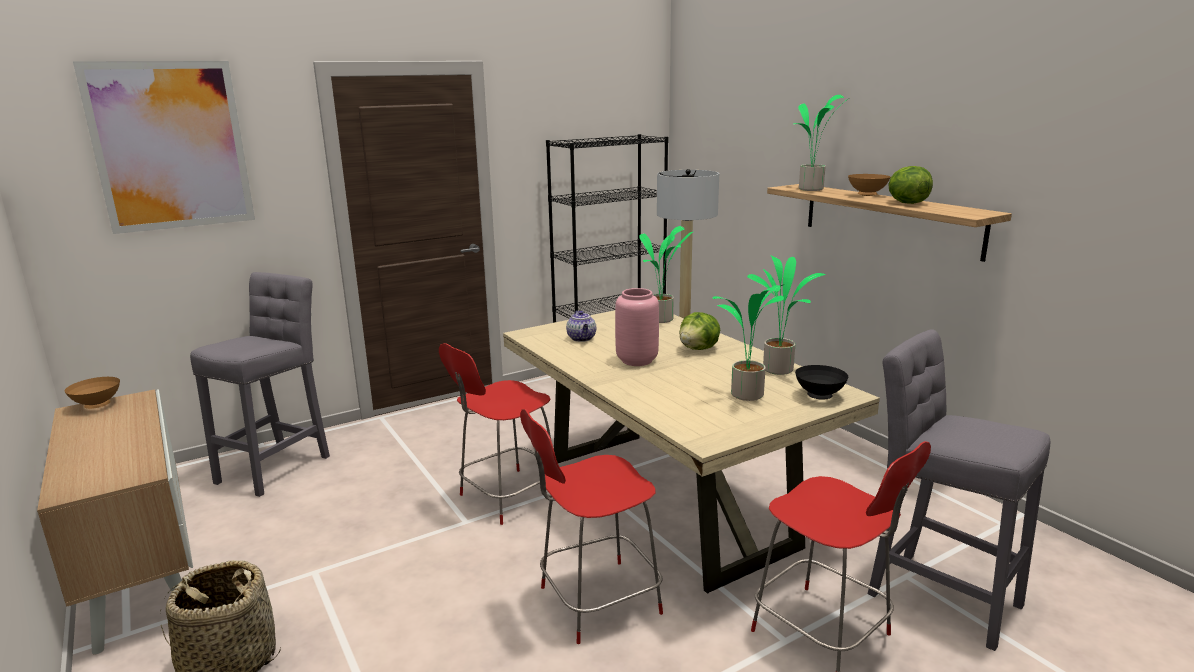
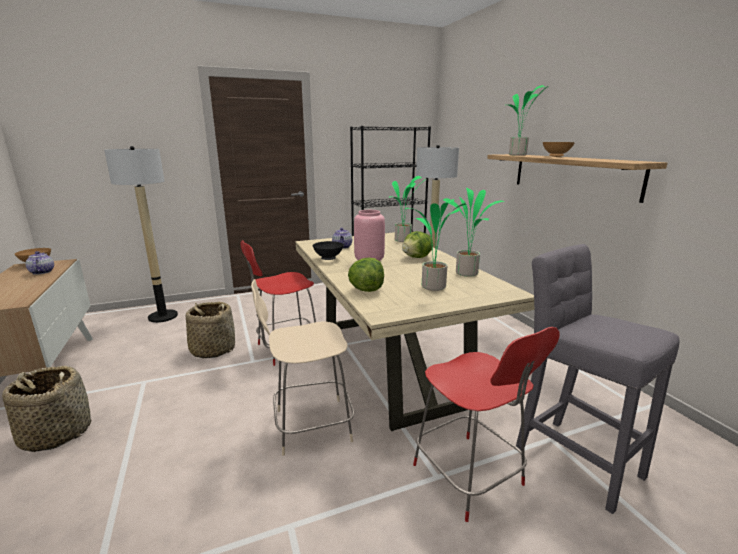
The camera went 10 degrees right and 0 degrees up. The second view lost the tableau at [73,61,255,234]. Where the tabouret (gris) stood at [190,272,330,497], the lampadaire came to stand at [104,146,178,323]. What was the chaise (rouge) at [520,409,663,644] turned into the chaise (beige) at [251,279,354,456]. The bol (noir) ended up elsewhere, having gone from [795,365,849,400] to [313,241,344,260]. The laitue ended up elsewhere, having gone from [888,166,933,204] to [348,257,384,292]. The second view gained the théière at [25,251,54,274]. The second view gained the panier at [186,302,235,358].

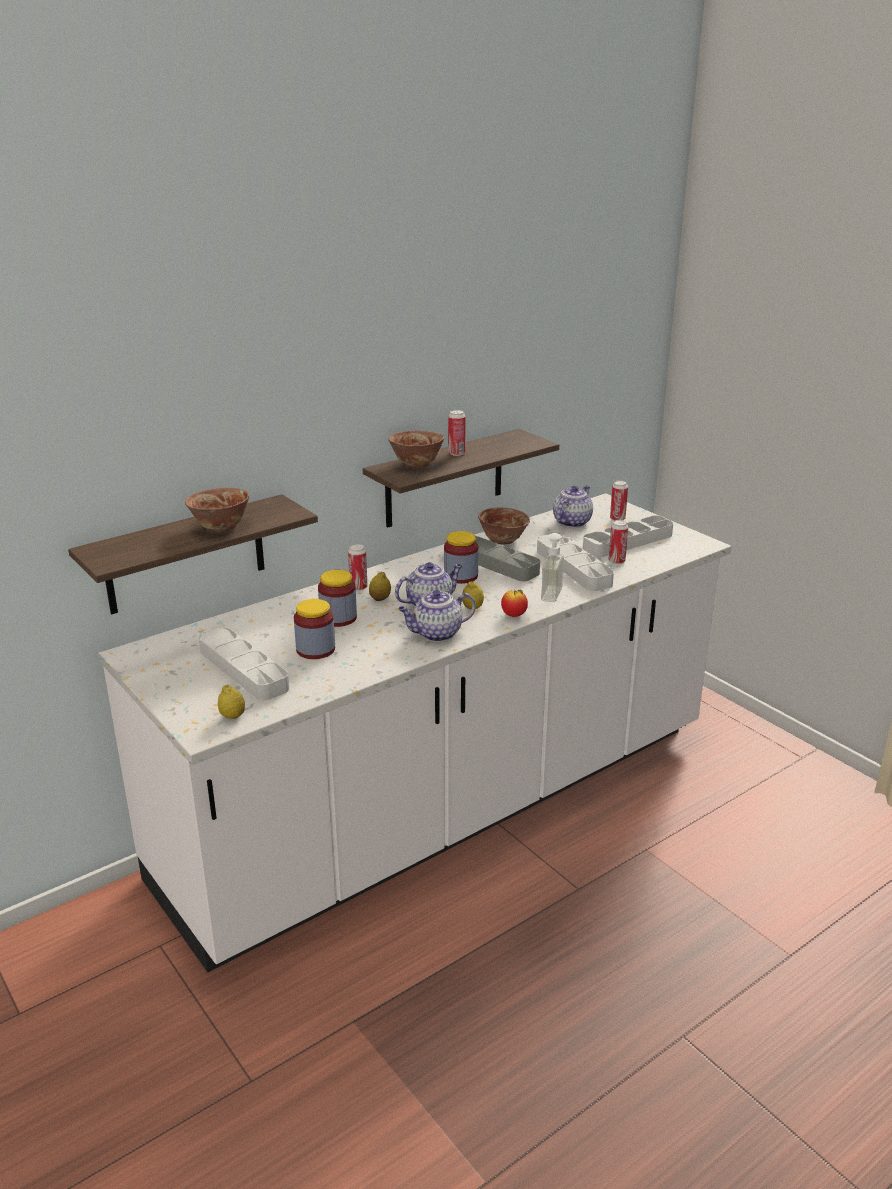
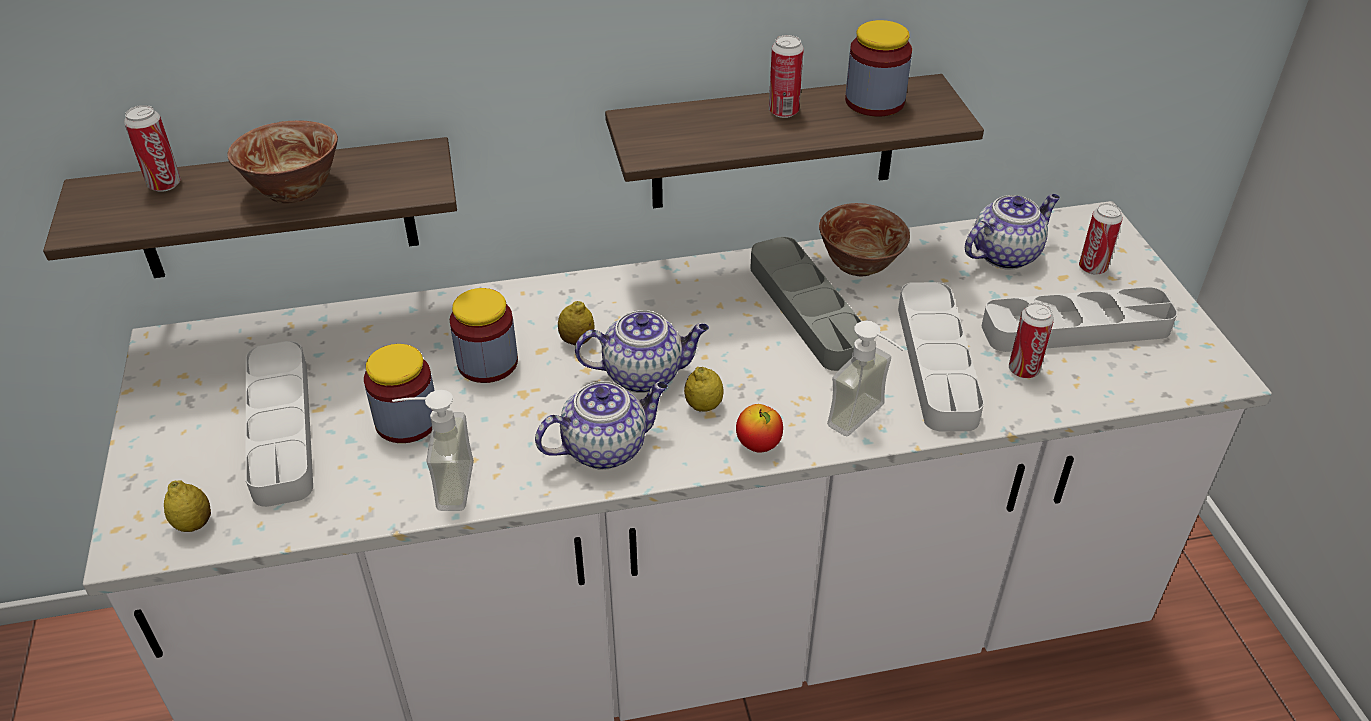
The camera went 25 degrees right and 15 degrees up. The boîte métallique ended up elsewhere, having gone from [348,544,367,591] to [124,105,181,192]. The second view lost the bol at [388,431,444,468]. The théière at [398,590,476,642] ended up facing another way, 150 degrees clockwise from before. The bocal ended up elsewhere, having gone from [444,531,479,584] to [845,20,912,117]. The second view gained the distributeur de savon at [392,390,474,511].

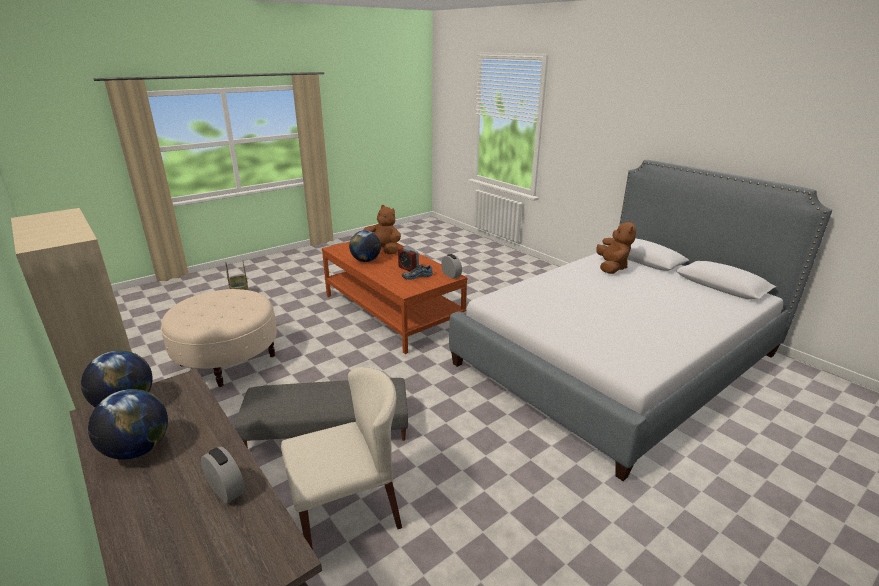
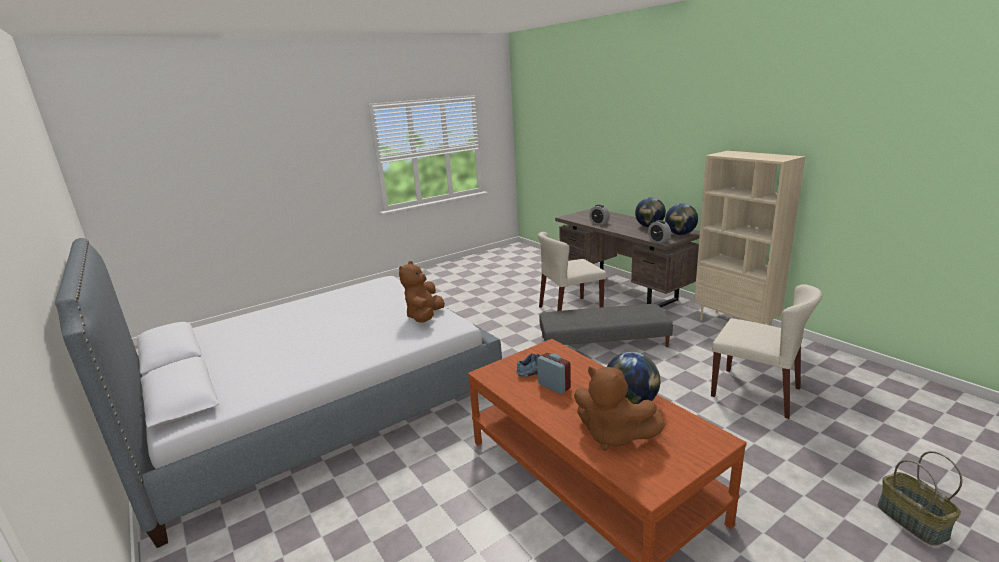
The camera went 175 degrees left and 5 degrees down. Where the pouf (beige) stood at [161,289,277,387], the chaise (beige) came to stand at [711,284,822,419]. The réveil ended up elsewhere, having gone from [441,254,462,279] to [648,220,671,243]. The peluche (marron) ended up elsewhere, having gone from [596,220,636,274] to [399,261,445,323].

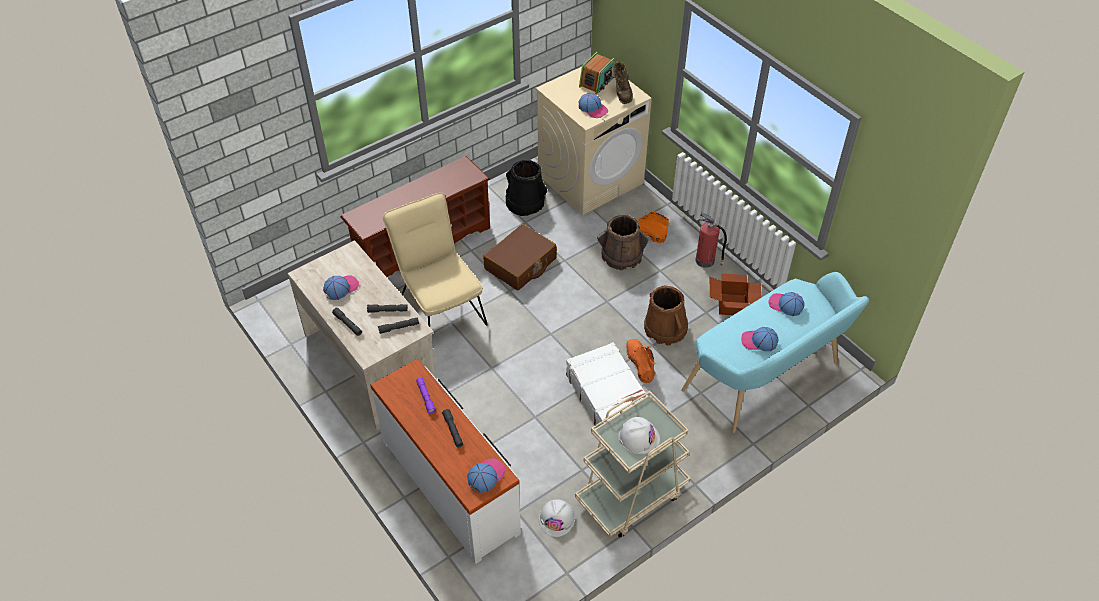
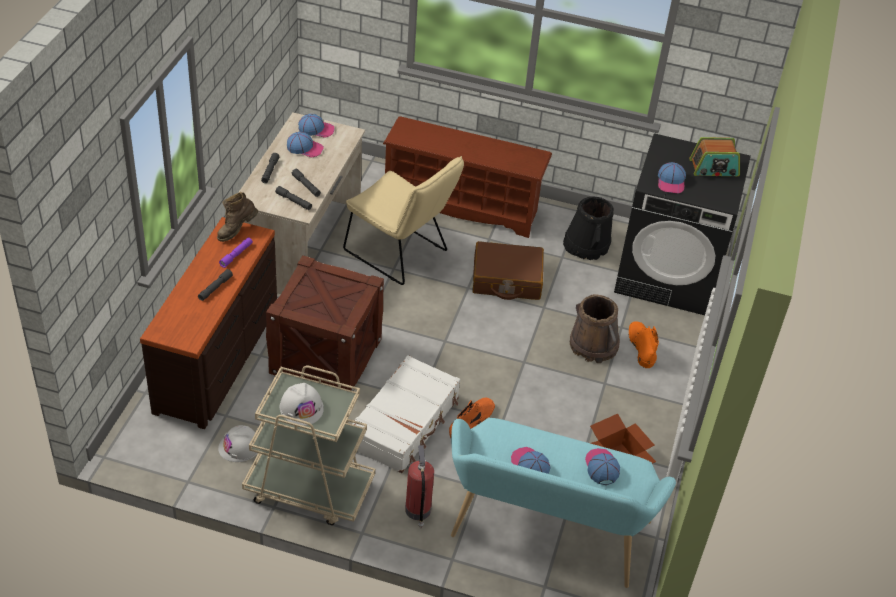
The camera went 50 degrees right and 5 degrees down. What was the commode (blanc) at [370,359,521,564] turned into the commode (marron) at [140,217,277,429]. The chaise (beige) at [383,193,488,327] ended up facing another way, 105 degrees clockwise from before. The casquette ended up elsewhere, having gone from [467,458,505,493] to [298,114,334,137]. What was the lave-linge (beige) at [536,67,652,216] turned into the lave-linge (noir) at [614,133,751,315]. The botte (marron) ended up elsewhere, having gone from [611,61,633,104] to [217,192,258,242]. The second view lost the seau (marron) at [644,285,688,346]. The extincteur ended up elsewhere, having gone from [695,212,727,268] to [405,445,434,528]. The second view gained the caisse at [266,255,384,391].

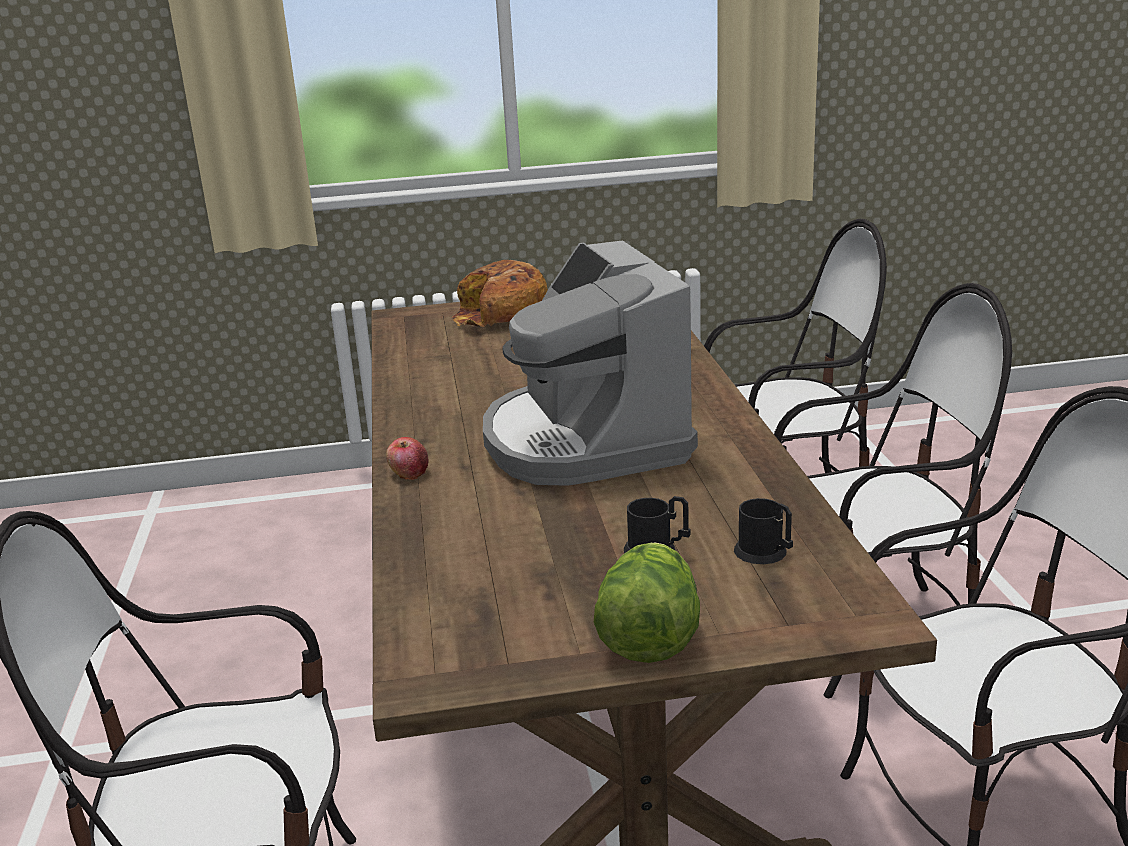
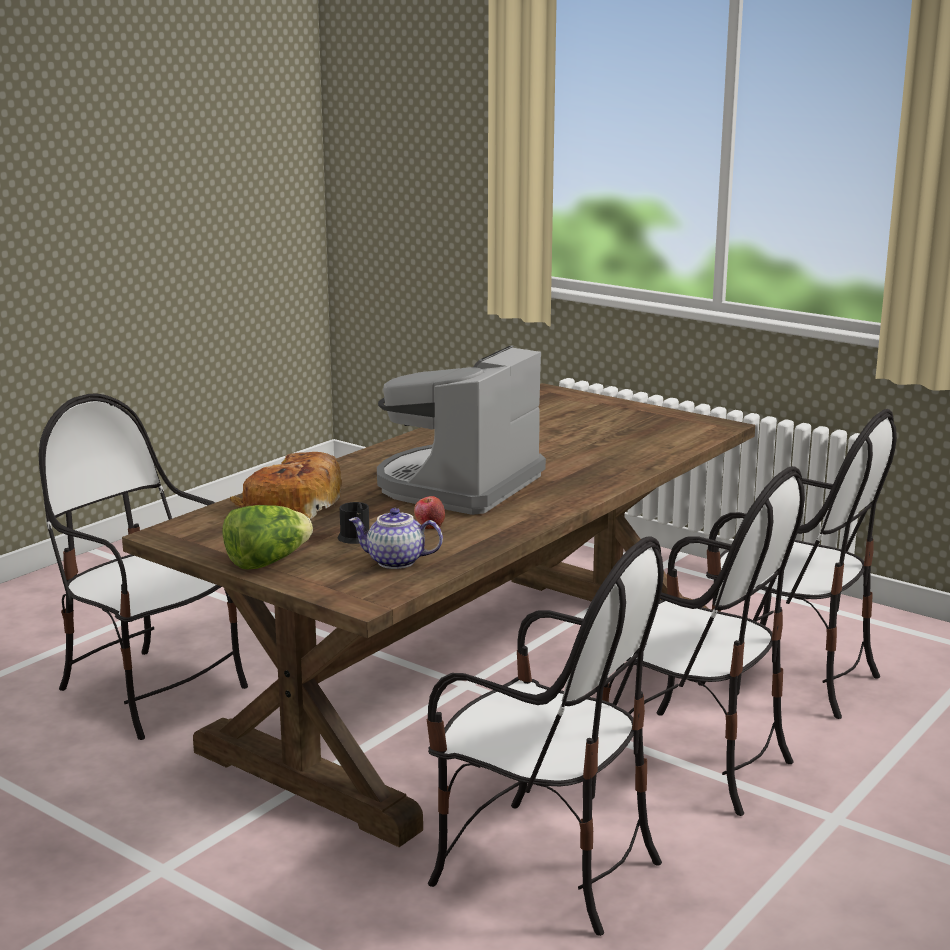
The camera went 45 degrees right and 5 degrees down. The pomme ended up elsewhere, having gone from [386,437,429,480] to [414,496,445,529]. The pain ended up elsewhere, having gone from [451,260,548,327] to [230,452,342,519]. Where the mug (noir) stood at [734,498,793,564], the théière came to stand at [349,508,443,569].

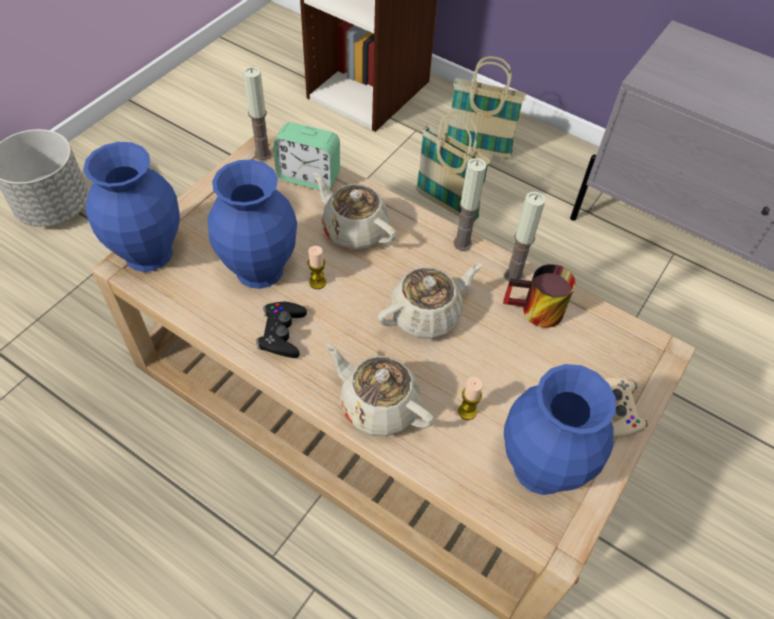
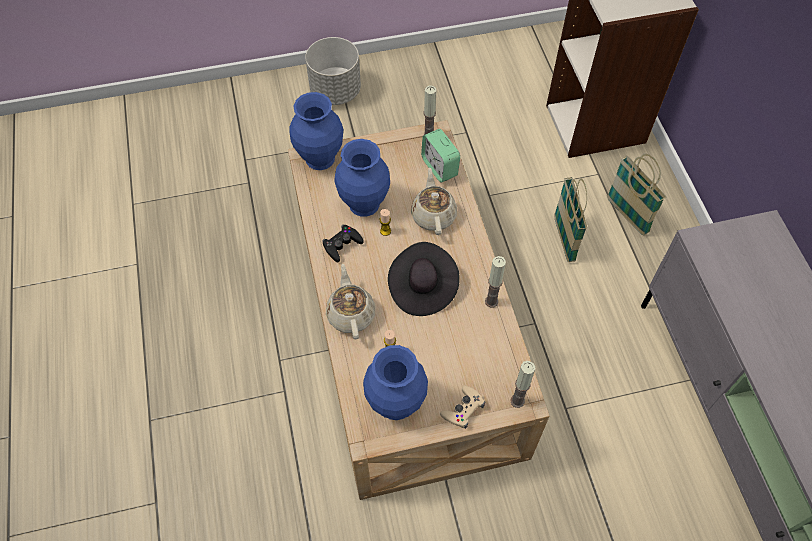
The camera went 45 degrees right and 5 degrees up. Where the théière (beige) stood at [378,263,482,339], the chapeau (noir) came to stand at [388,242,460,316]. The bougie ended up elsewhere, having gone from [454,158,486,251] to [510,361,535,408]. The second view lost the mug at [503,264,576,328].

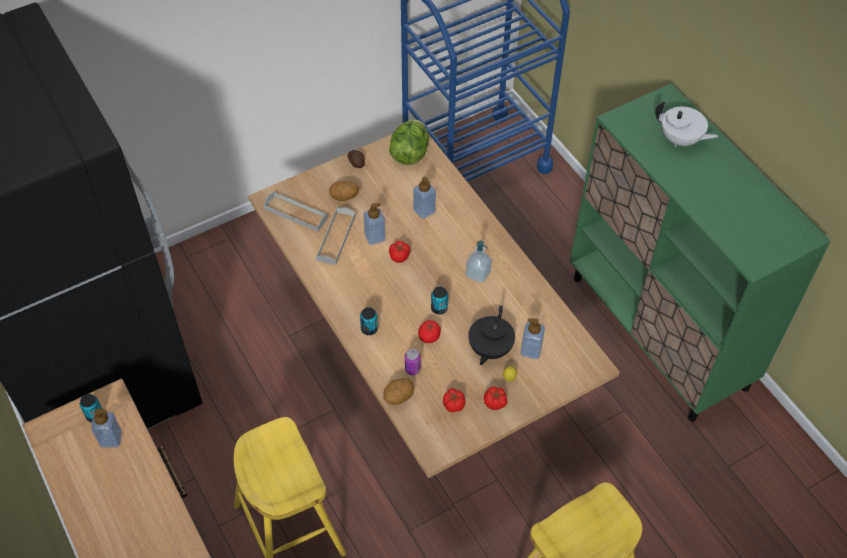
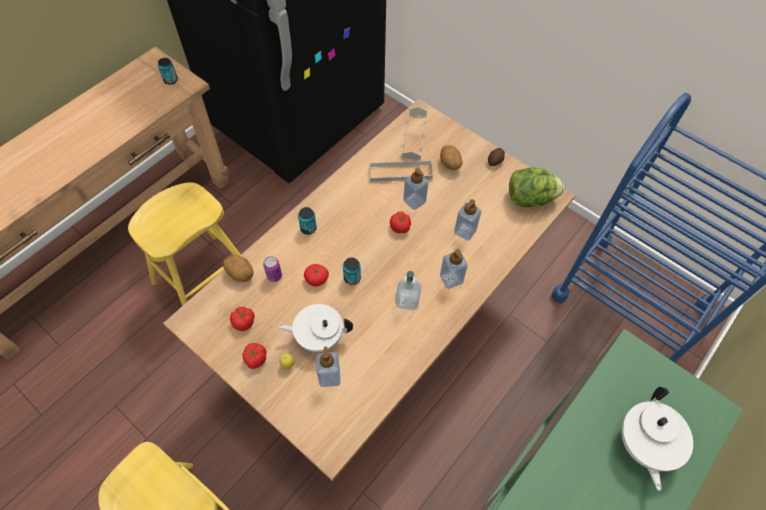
The camera went 70 degrees right and 5 degrees up. The distributeur de savon ended up elsewhere, having gone from [91,409,122,448] to [440,249,468,289]. What was the théière (noir) at [468,305,515,365] turned into the théière (blanc) at [278,304,353,352].

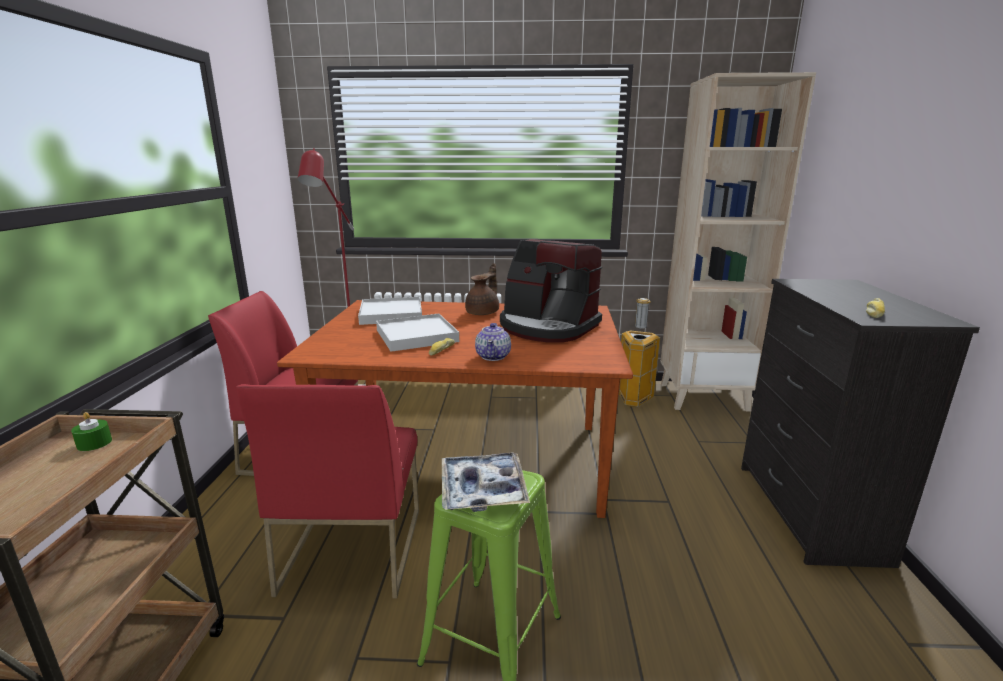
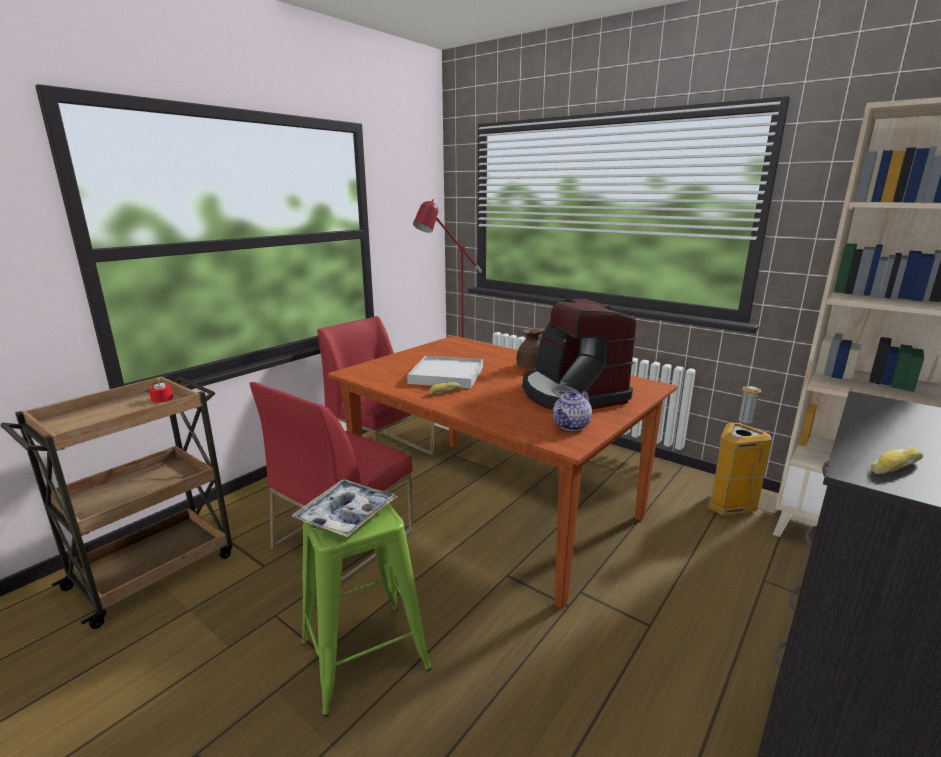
The camera went 35 degrees right and 0 degrees up. What was the bougie (vert) at [71,412,112,451] turned into the bougie (rouge) at [149,378,173,403]. The second view lost the plateau (blanc) at [358,297,422,325]. The théière ended up elsewhere, having gone from [475,323,511,361] to [553,391,592,431].

